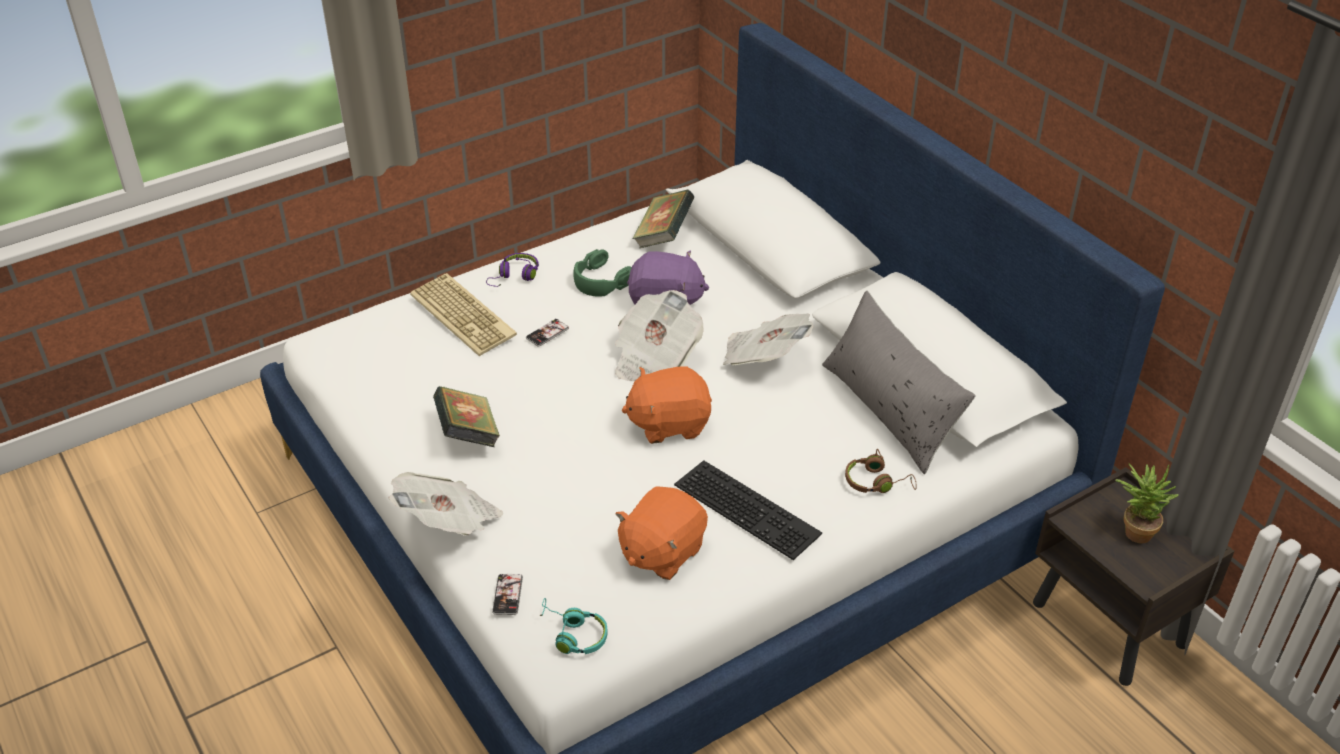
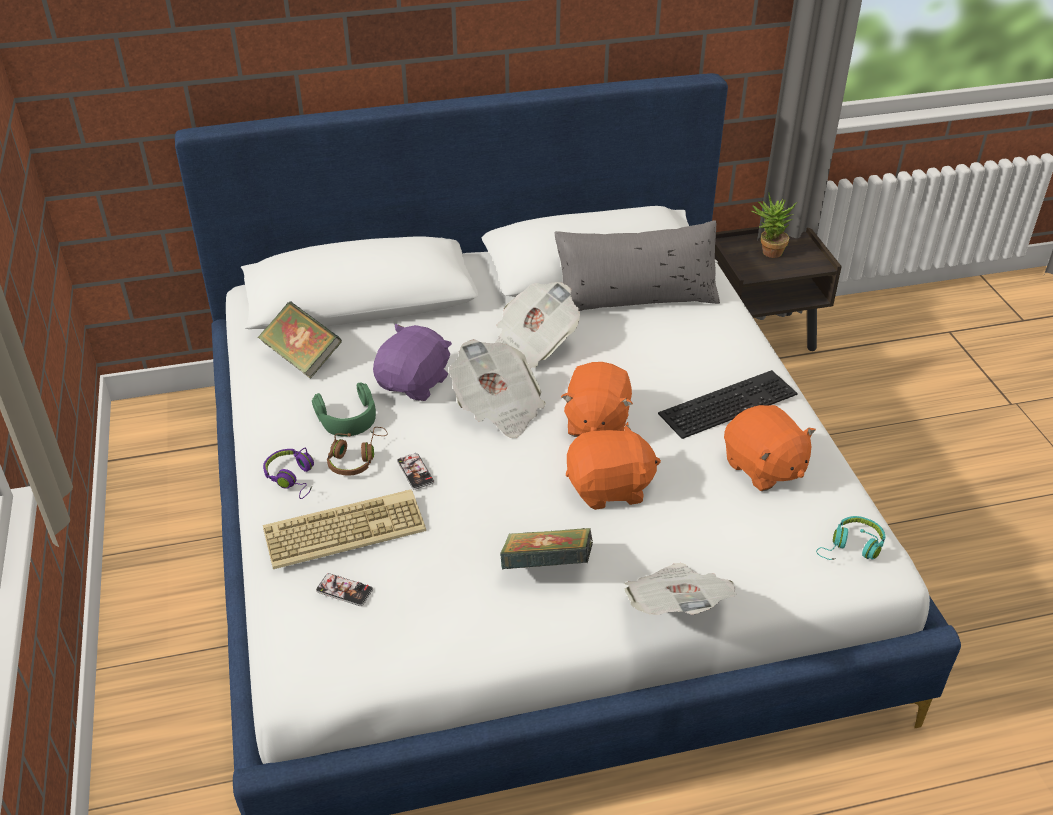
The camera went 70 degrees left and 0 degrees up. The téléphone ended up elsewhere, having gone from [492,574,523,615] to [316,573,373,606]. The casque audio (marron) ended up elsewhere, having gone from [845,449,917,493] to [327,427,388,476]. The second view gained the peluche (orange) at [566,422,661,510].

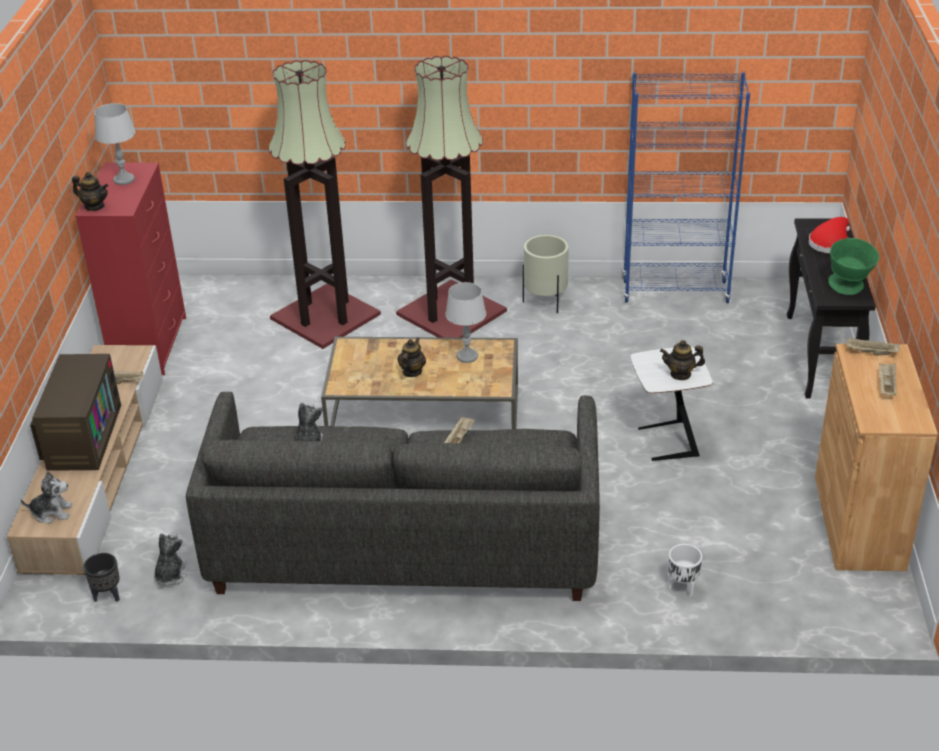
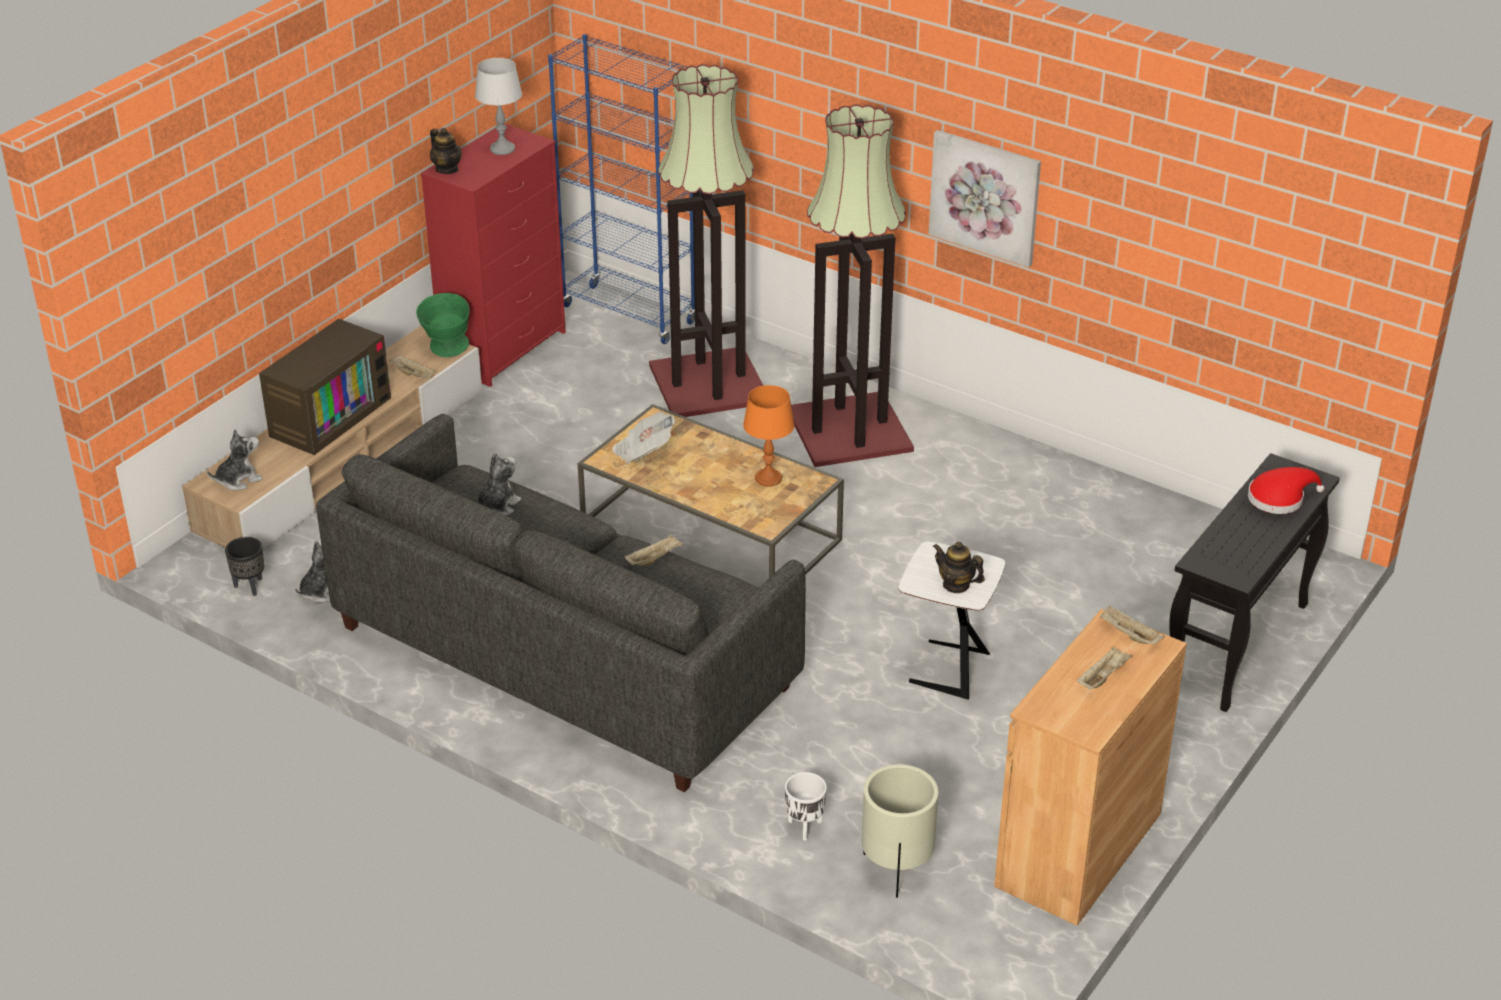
The camera went 30 degrees right and 0 degrees up. The peluche at [20,471,72,524] ended up facing another way, 60 degrees counterclockwise from before. The second view lost the théière at [397,337,426,377]. What was the lampe de table (gris) at [446,282,486,363] turned into the lampe de table (orange) at [743,385,795,487]. The cache-pot (beige) ended up elsewhere, having gone from [523,235,569,313] to [862,764,939,898]. The bibliothèque (bleu) ended up elsewhere, having gone from [623,72,750,303] to [548,34,695,344]. The bol (vert) ended up elsewhere, having gone from [828,238,879,295] to [416,293,469,357]. The second view gained the journal at [612,412,676,464]. The second view gained the tableau at [928,130,1041,267].

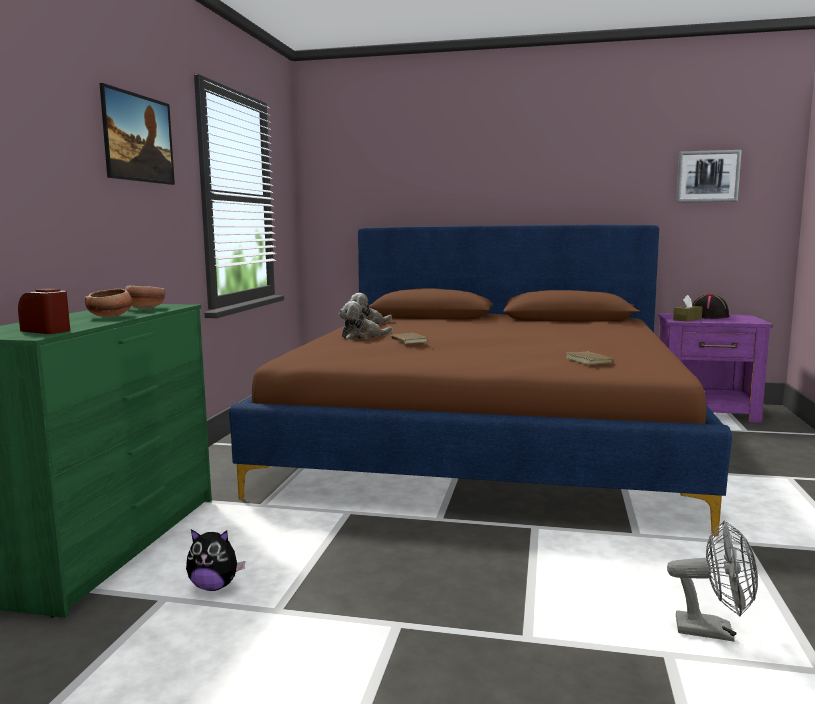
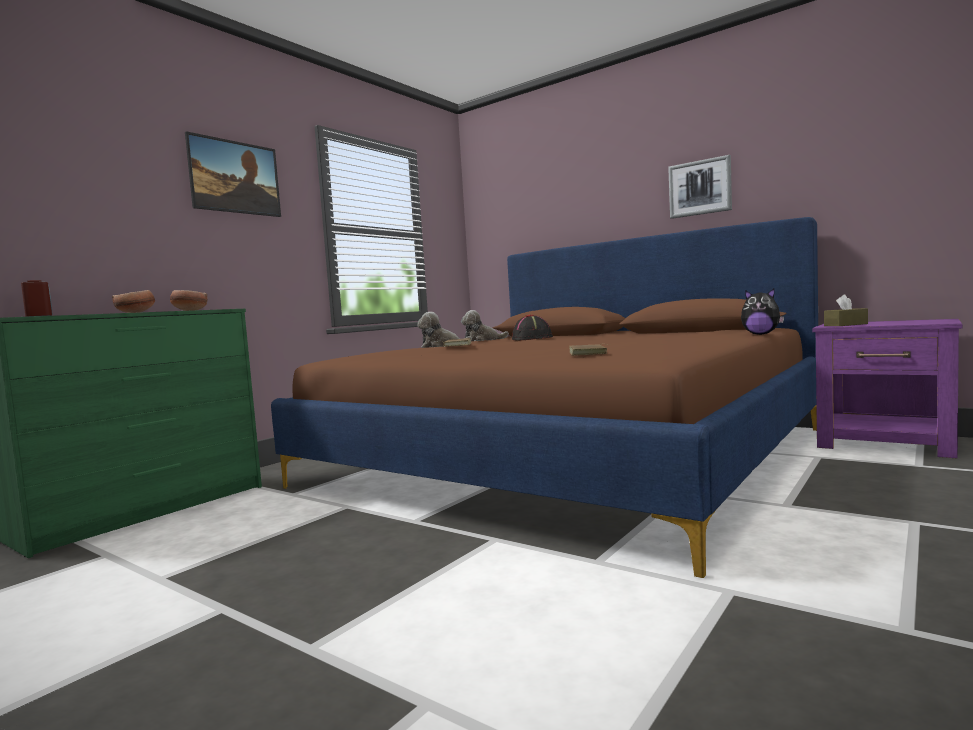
The camera went 25 degrees right and 5 degrees down. The peluche ended up elsewhere, having gone from [186,529,245,591] to [741,289,784,335]. The second view lost the ventilateur (gris) at [667,520,758,642]. The tableau ended up elsewhere, having gone from [676,150,742,203] to [668,155,732,219]. The chapeau (noir) ended up elsewhere, having gone from [692,294,730,319] to [512,315,553,340].

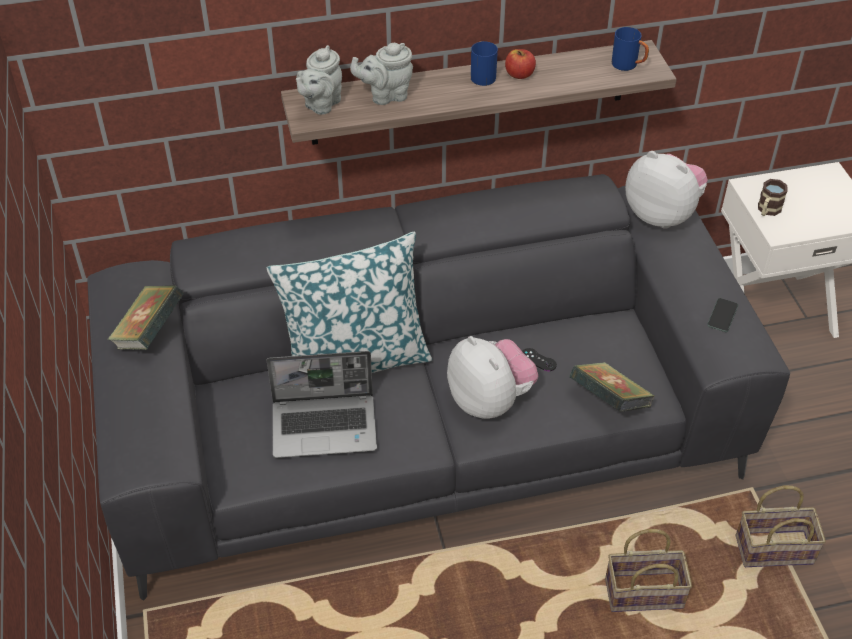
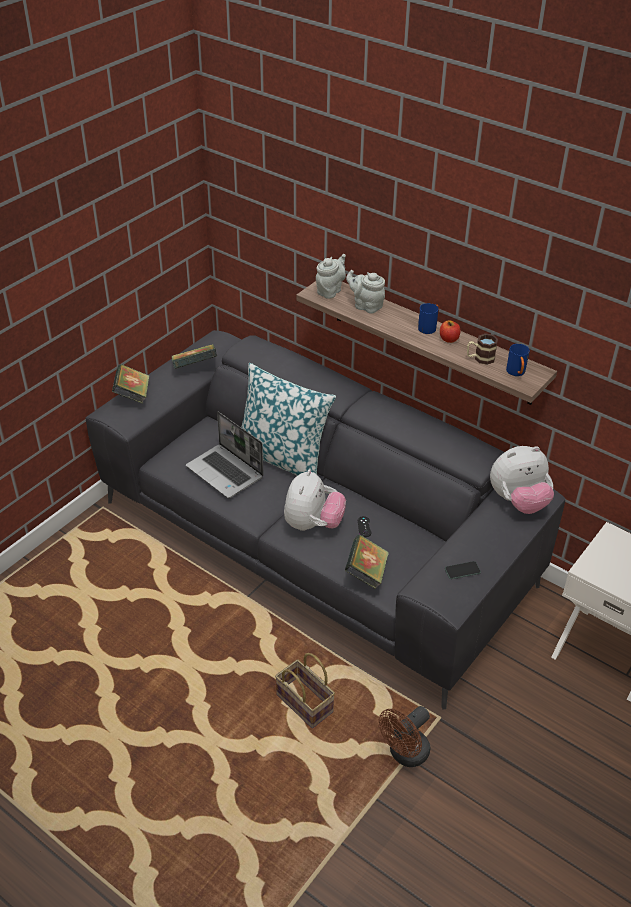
The camera went 50 degrees right and 5 degrees down. The théière (gris) at [296,45,342,115] ended up facing another way, 135 degrees clockwise from before. The peluche at [625,151,708,229] ended up facing another way, 75 degrees clockwise from before. Where the panier stood at [736,485,826,567], the ventilateur (marron) came to stand at [379,706,431,767]. The mug ended up elsewhere, having gone from [758,179,788,216] to [467,333,498,365]. The second view gained the livre at [112,364,149,404].

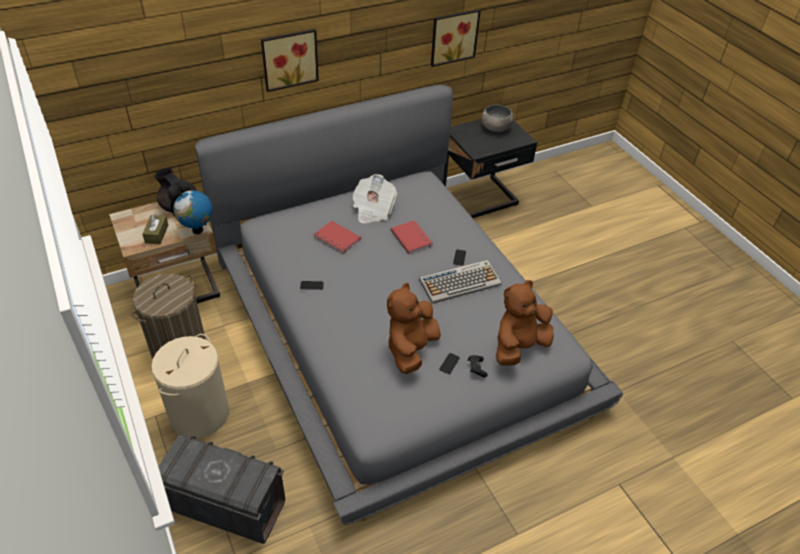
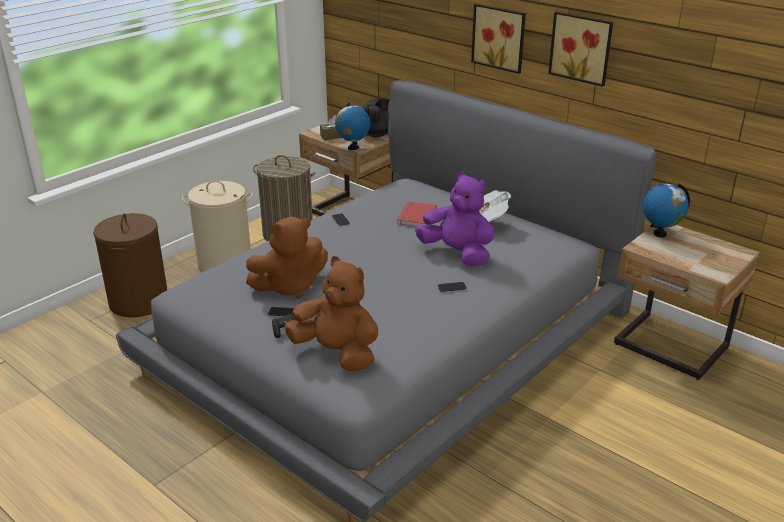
The camera went 70 degrees right and 15 degrees down. Where the boîte de rangement (gris) stood at [158,435,285,544], the panier à linge (marron) came to stand at [93,213,167,318]. The peluche (marron) at [387,283,441,374] ended up facing another way, 150 degrees clockwise from before. Where the livre (rouge) stood at [391,220,433,254], the peluche (violet) came to stand at [415,172,494,266]. The second view lost the clavier at [419,260,502,304]. The tableau ended up elsewhere, having gone from [431,9,481,67] to [548,11,613,87]. What was the table de chevet (noir) at [443,119,537,218] turned into the table de chevet (beige) at [614,225,759,380]. The second view lost the bol (gris) at [482,105,513,132]. The second view gained the globe at [642,183,690,238].

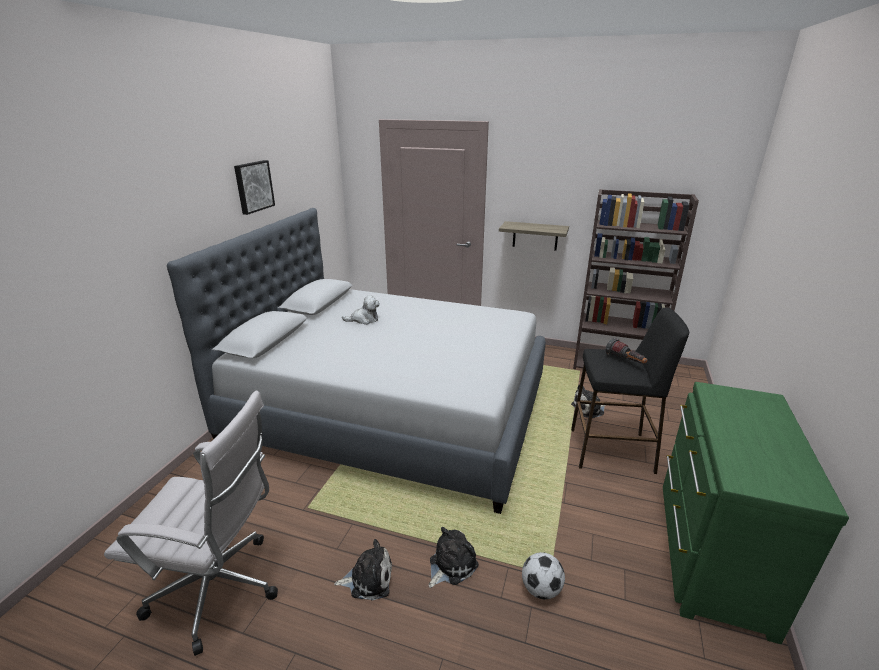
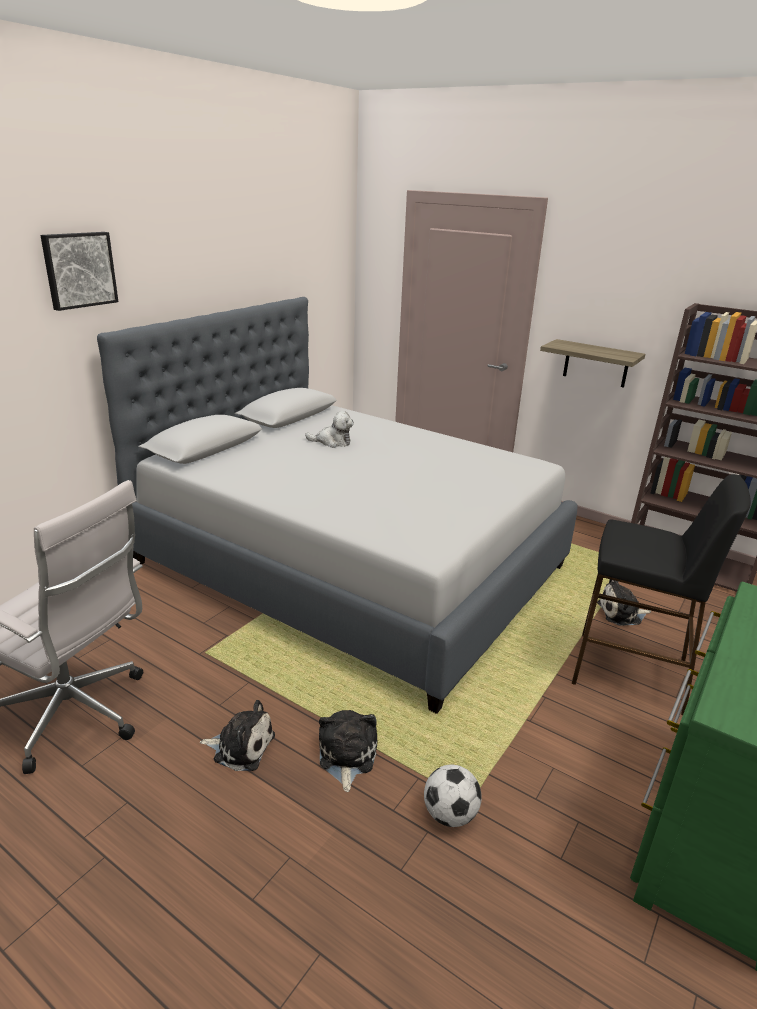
The camera went 15 degrees right and 0 degrees up. The tableau ended up elsewhere, having gone from [234,160,275,215] to [40,232,118,311]. The peluche at [429,527,479,588] ended up facing another way, 60 degrees counterclockwise from before. The second view lost the lampe de poche at [606,338,648,364].

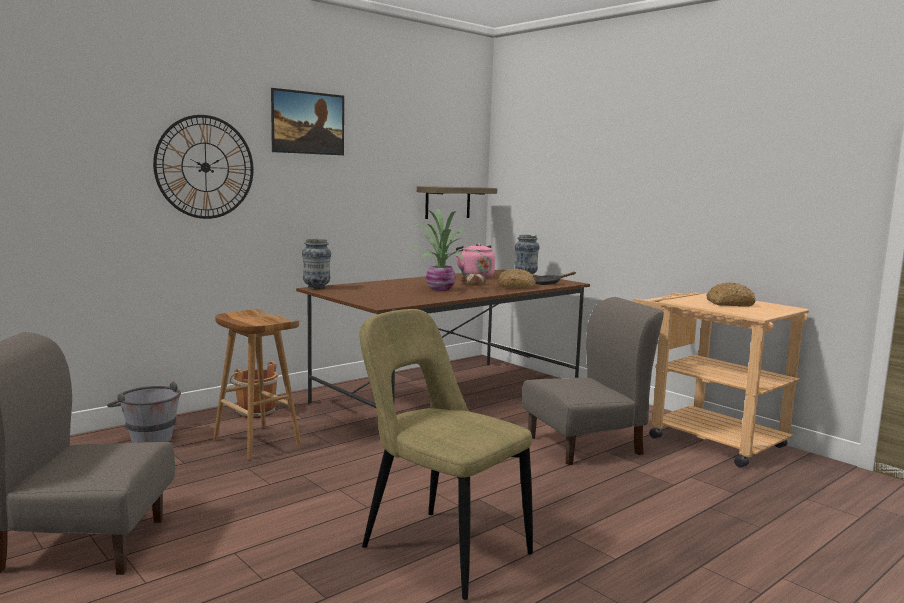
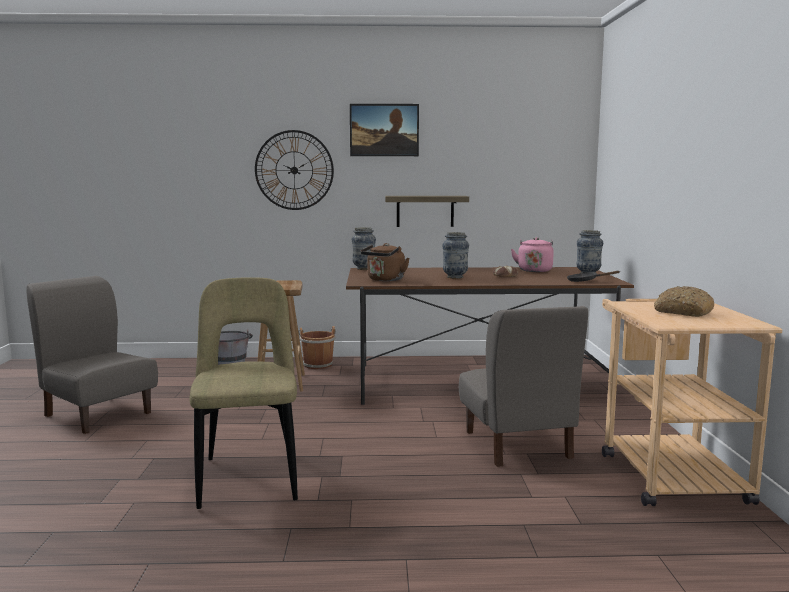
The camera went 40 degrees right and 0 degrees up. Where the plante en pot stood at [403,209,483,291], the vase came to stand at [442,232,469,279]. The étagère ended up elsewhere, having gone from [417,186,497,219] to [385,196,469,227]. The second view lost the pain at [499,268,536,289]. The chaise (gris) at [522,297,664,465] ended up facing another way, 60 degrees clockwise from before. The second view gained the bouilloire (marron) at [361,243,410,281].

